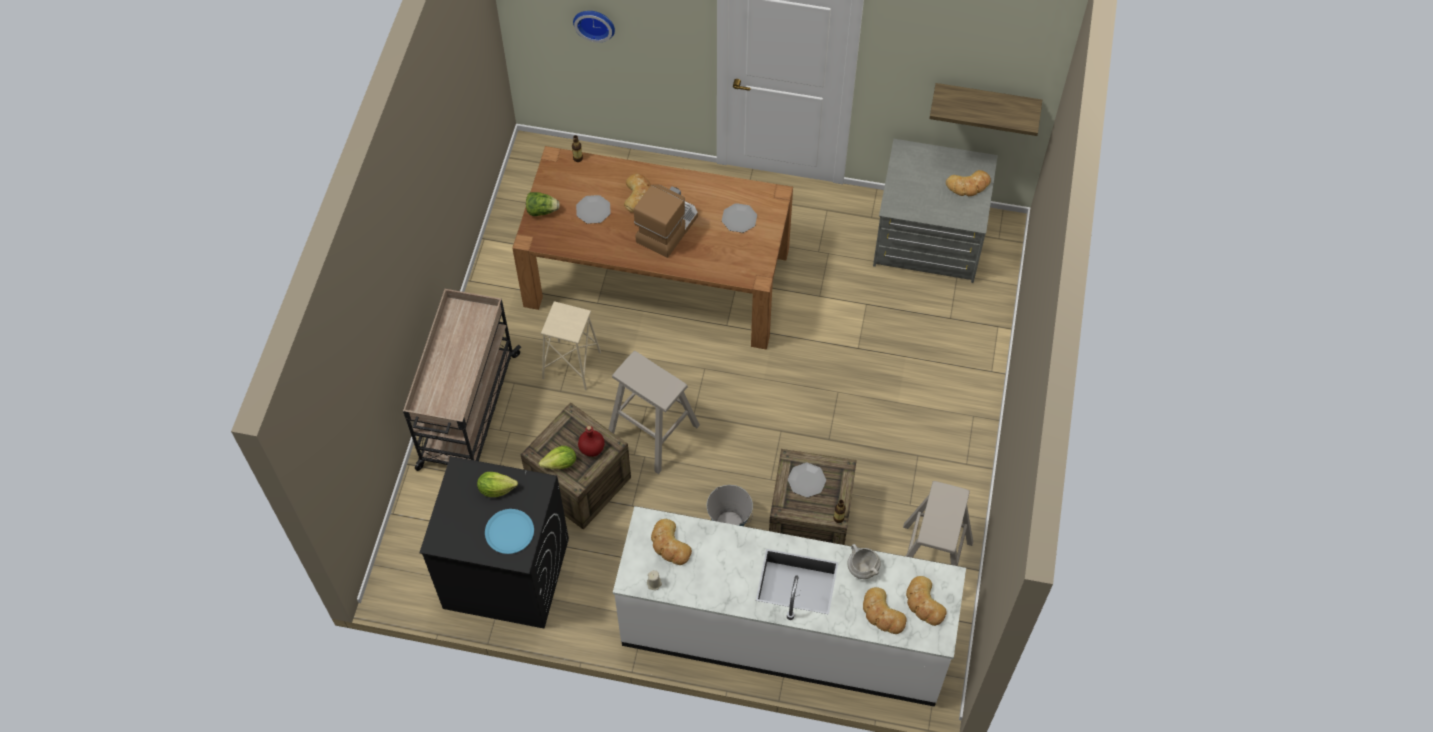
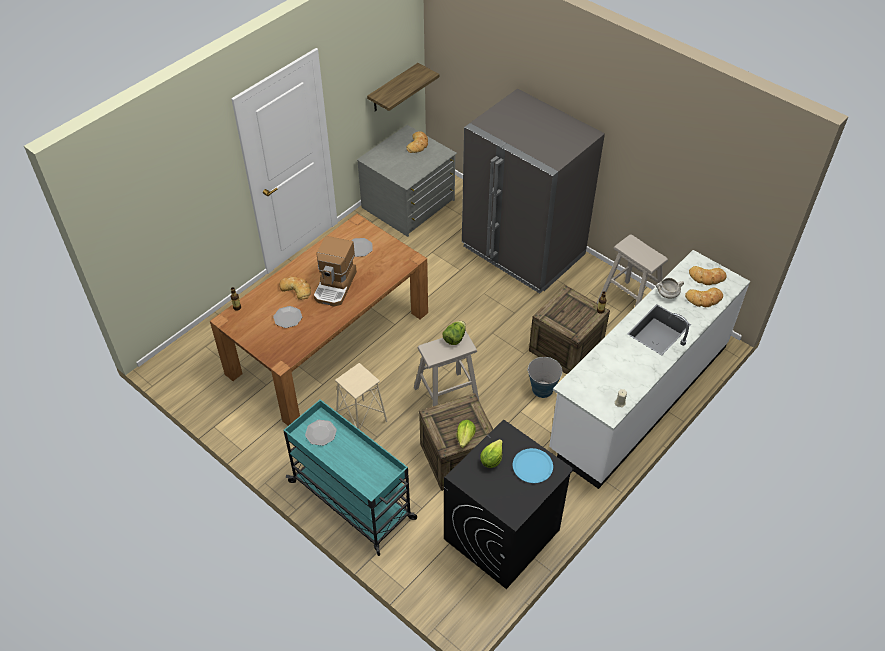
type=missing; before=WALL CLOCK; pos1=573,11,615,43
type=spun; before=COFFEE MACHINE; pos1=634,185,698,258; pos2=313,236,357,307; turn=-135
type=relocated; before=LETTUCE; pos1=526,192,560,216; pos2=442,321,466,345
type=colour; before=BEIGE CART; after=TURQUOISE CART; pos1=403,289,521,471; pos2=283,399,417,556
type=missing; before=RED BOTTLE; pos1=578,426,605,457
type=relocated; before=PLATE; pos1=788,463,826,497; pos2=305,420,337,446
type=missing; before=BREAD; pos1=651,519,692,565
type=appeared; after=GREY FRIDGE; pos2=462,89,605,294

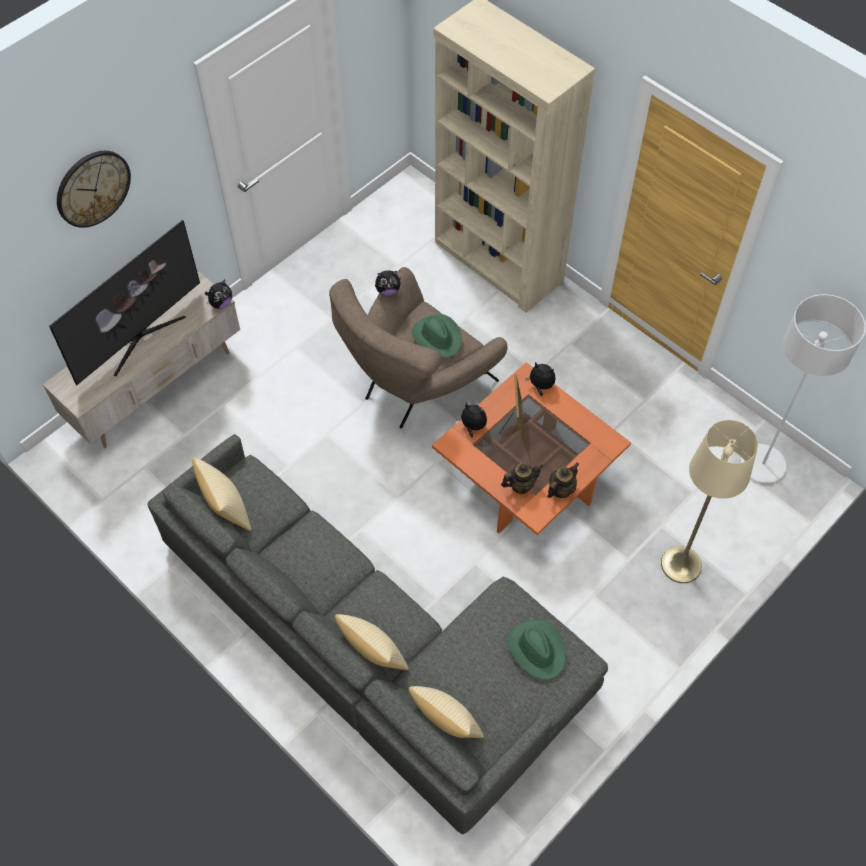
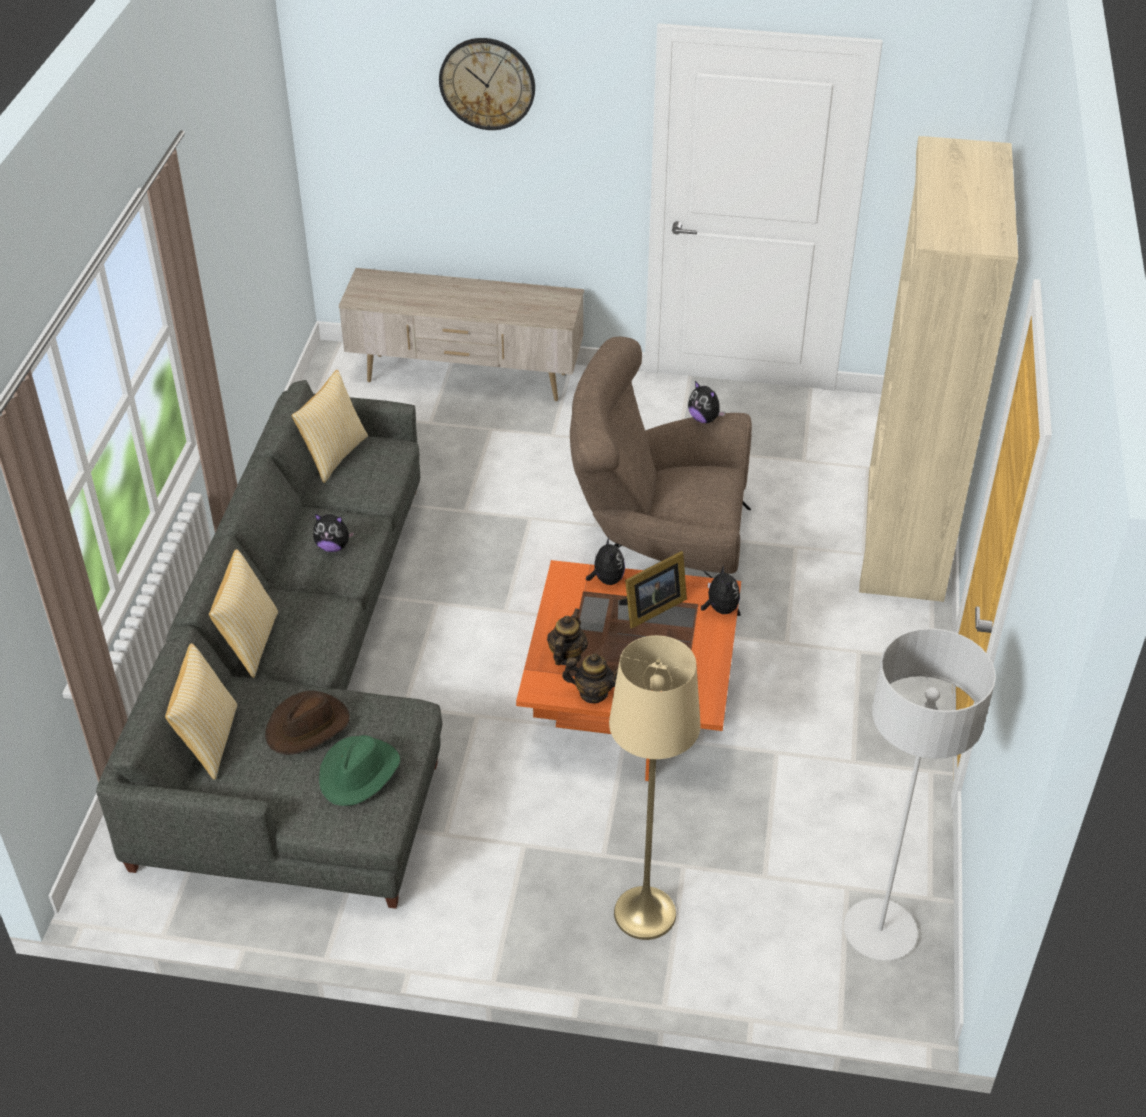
type=missing; before=TELEVISION; pos1=49,220,200,385
type=relocated; before=PLUSH TOY; pos1=205,279,232,309; pos2=313,514,355,552
type=missing; before=GREEN HAT; pos1=412,314,462,358
type=spun; before=TEAPOT; pos1=501,463,543,494; pos2=547,608,588,665; turn=-105
type=appeared; after=BROWN HAT; pos2=265,691,350,755

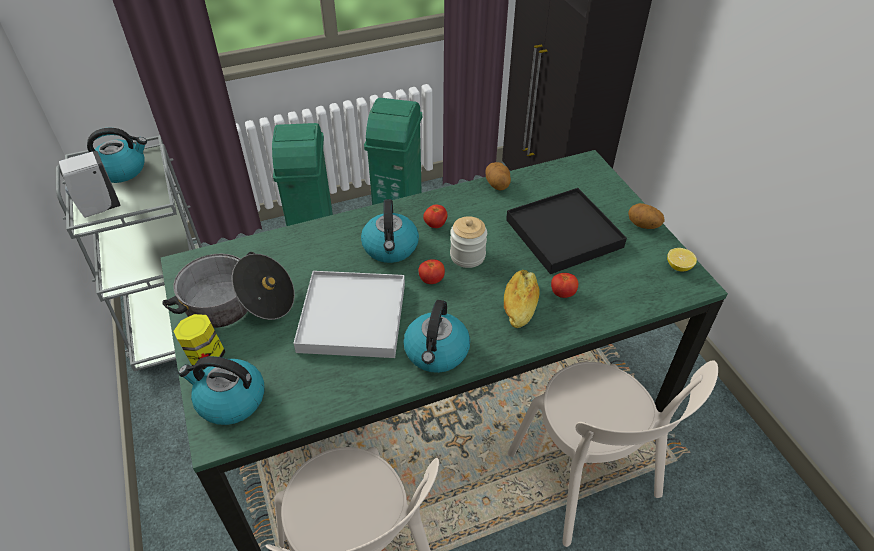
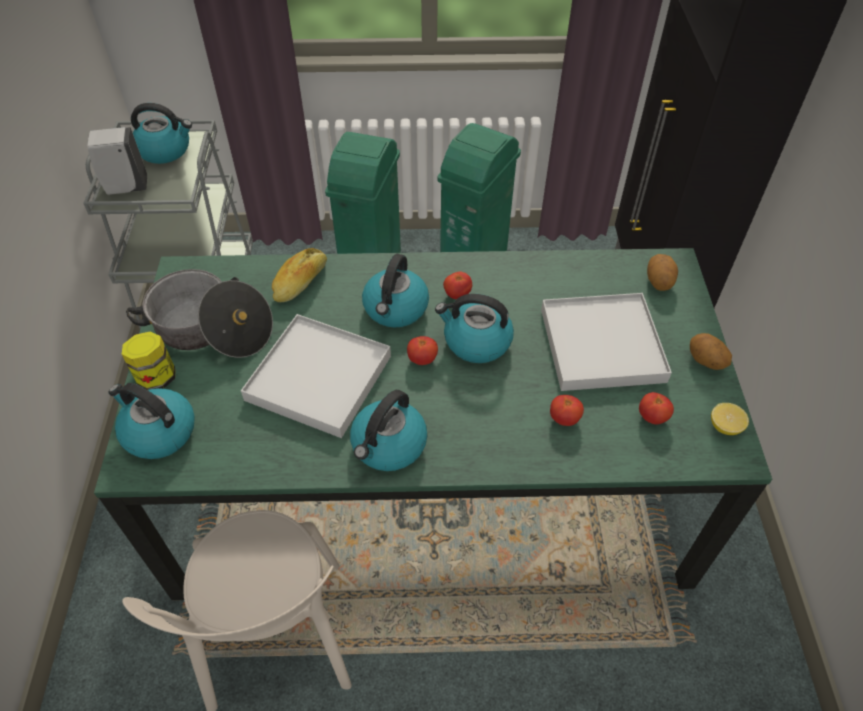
type=relocated; before=POTATO; pos1=486,162,511,191; pos2=647,254,678,291
type=colour; before=BLACK TRAY; after=WHITE TRAY; pos1=506,188,627,274; pos2=541,293,672,391
type=exchanged; before=JAR; after=KETTLE; pos1=450,216,487,268; pos2=435,294,514,363
type=relocated; before=BREAD; pos1=504,270,540,328; pos2=272,248,327,302
type=missing; before=BEIGE CHAIR; pos1=508,360,718,547
type=appeared; after=TOMATO; pos2=639,392,674,425

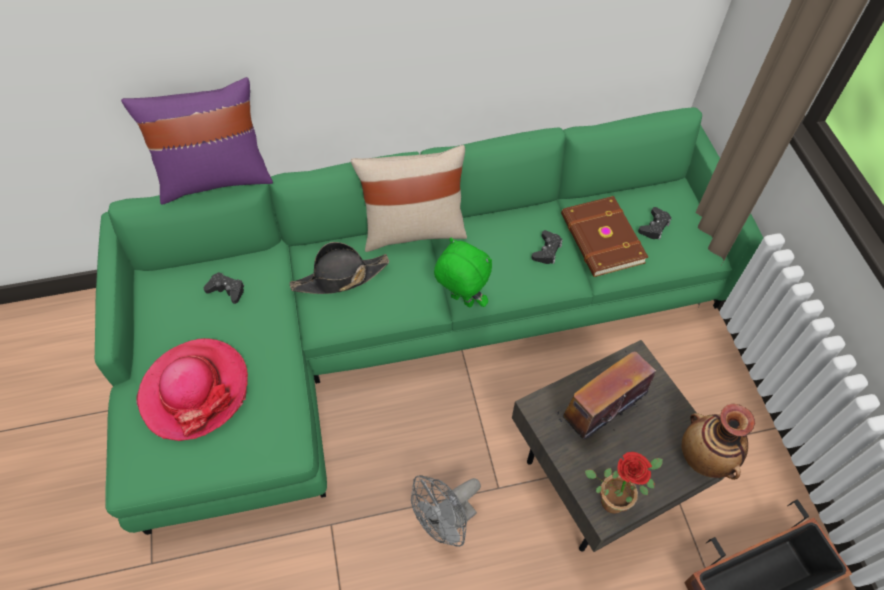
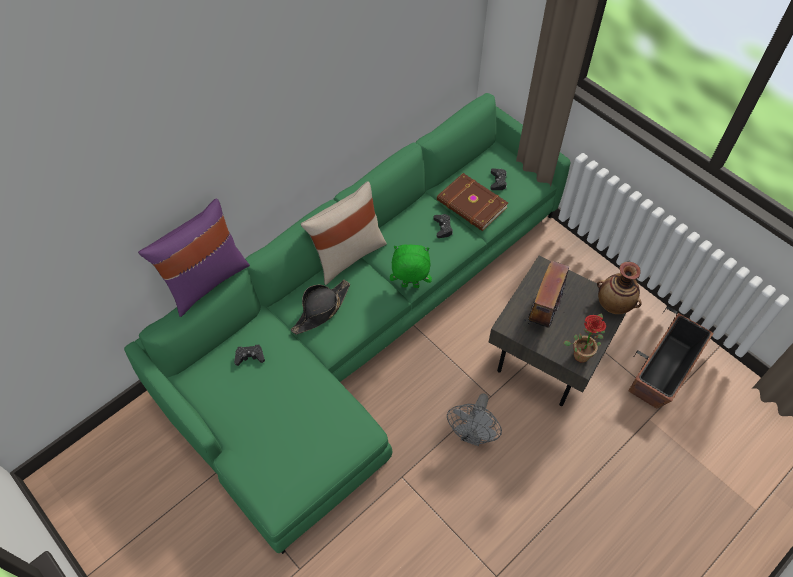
type=missing; before=HAT; pos1=136,338,248,441

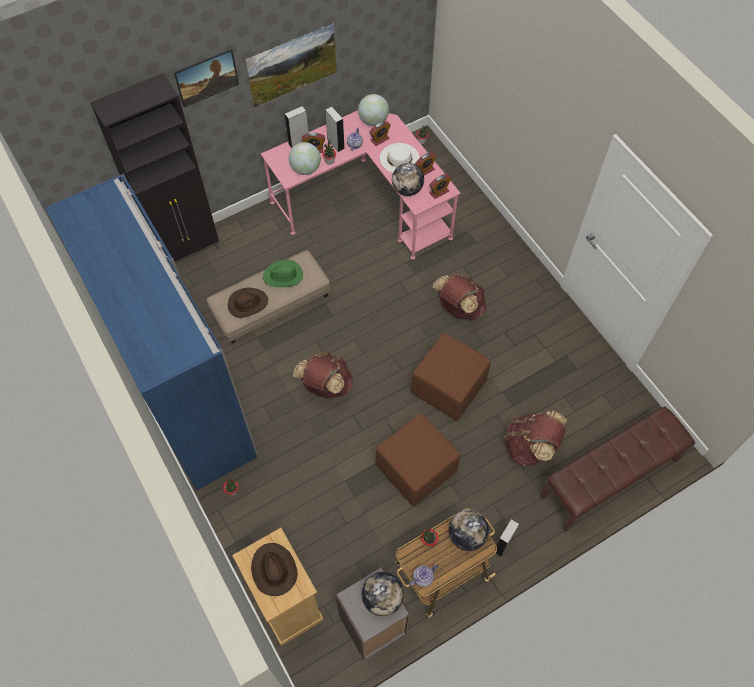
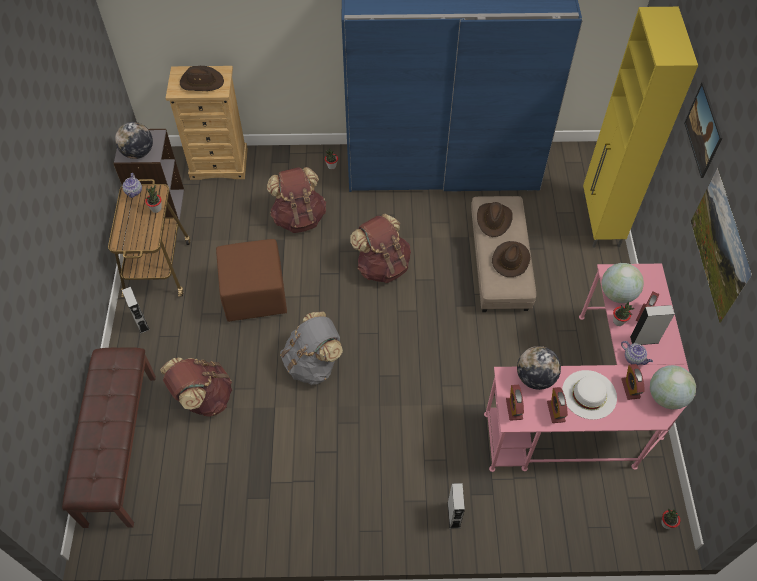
type=colour; before=BLACK CABINET; after=YELLOW CABINET; pos1=91,73,219,262; pos2=583,7,698,248
type=relocated; before=GREY SPEAKER; pos1=285,106,308,148; pos2=447,483,465,529
type=colour; before=GREEN HAT; after=BROWN HAT; pos1=263,260,303,287; pos2=492,241,530,277
type=relocated; before=BROWN BACKPACK; pos1=433,274,486,320; pos2=267,167,326,233
type=exchanged; before=BROWN OTTOMAN; after=GREY BACKPACK; pos1=411,333,491,421; pos2=280,311,343,385
type=missing; before=GLOBE; pos1=448,510,489,551

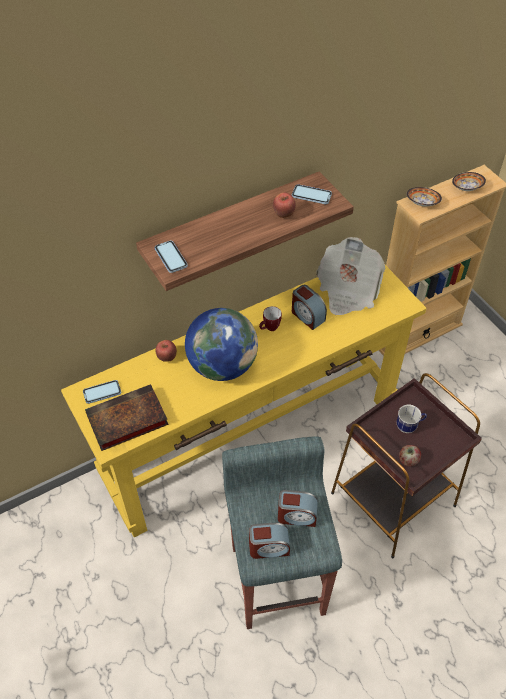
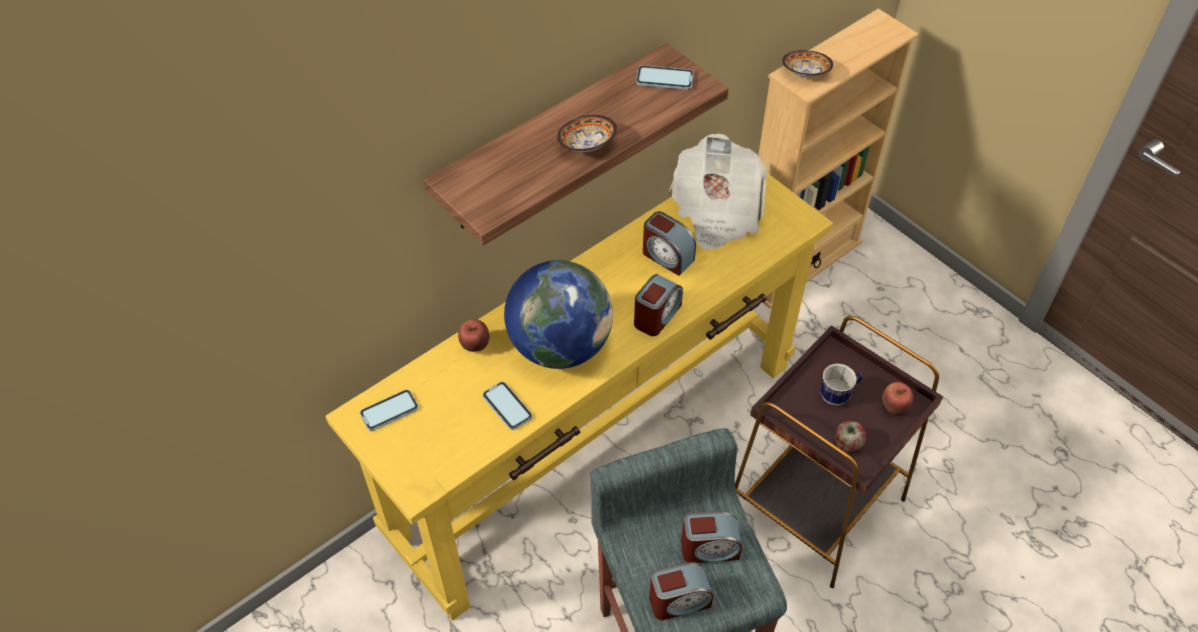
type=relocated; before=BOWL; pos1=452,172,486,191; pos2=557,115,617,152
type=relocated; before=APPLE; pos1=273,192,296,218; pos2=882,382,914,414
type=relocated; before=PHONE; pos1=155,241,188,273; pos2=483,382,533,430
type=missing; before=MUG; pos1=259,306,282,331
type=missing; before=BOOK; pos1=85,384,168,451
type=appeared; after=ALARM CLOCK; pos2=634,274,683,336

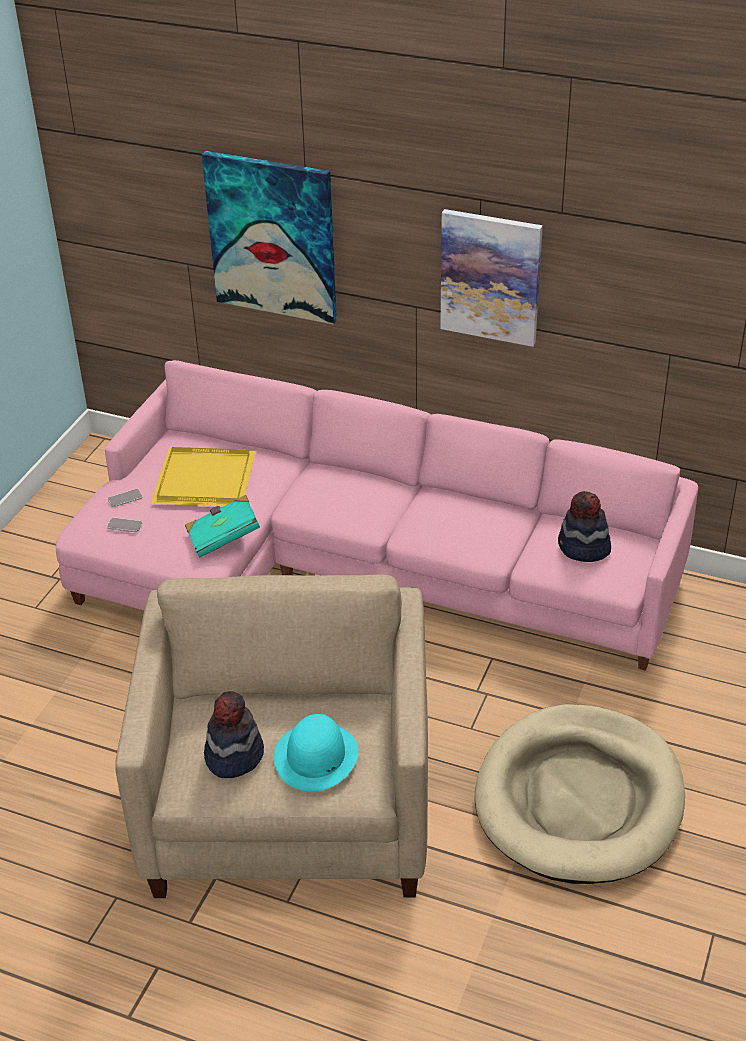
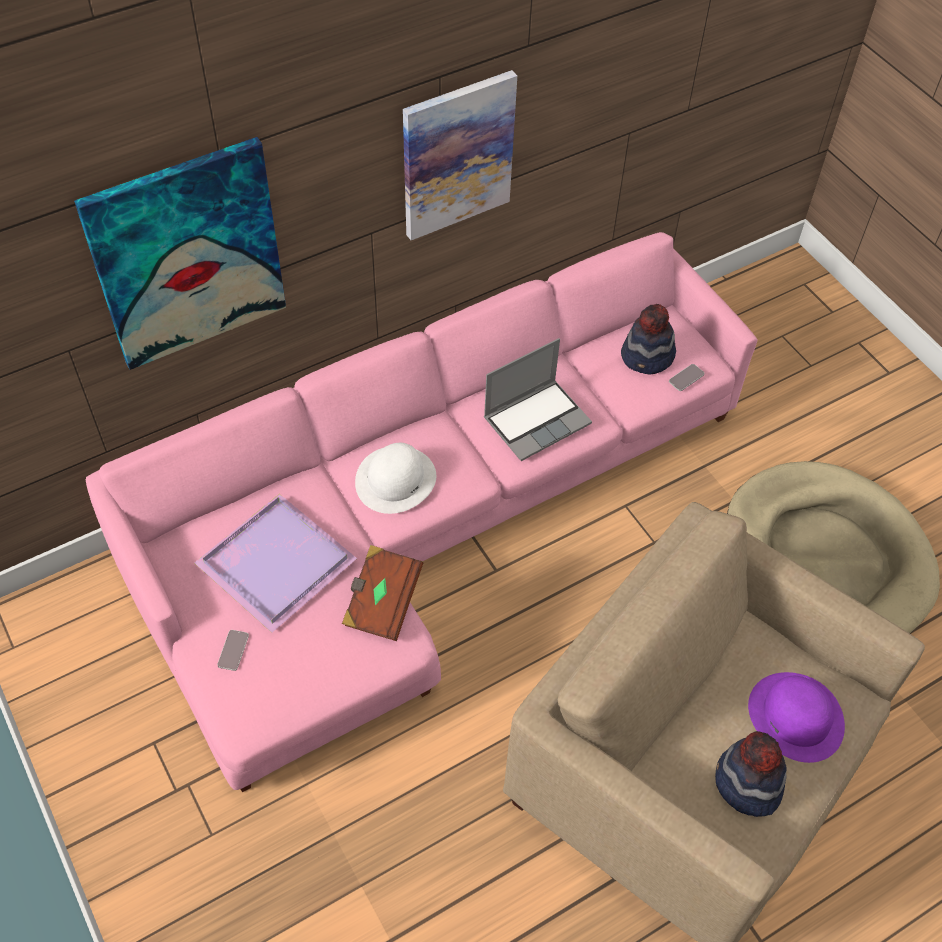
type=colour; before=YELLOW TRAY; after=PURPLE TRAY; pos1=151,447,256,506; pos2=195,494,357,633
type=colour; before=TURQUOISE BOOK; after=BROWN BOOK; pos1=185,495,260,558; pos2=342,545,423,641
type=relocated; before=PHONE; pos1=107,517,143,532; pos2=669,364,704,391
type=colour; before=TURQUOISE HAT; after=PURPLE HAT; pos1=274,714,358,791; pos2=748,672,845,763
type=appeared; after=LAPTOP; pos2=484,338,592,461
type=appeared; after=WHITE HAT; pos2=355,443,436,514

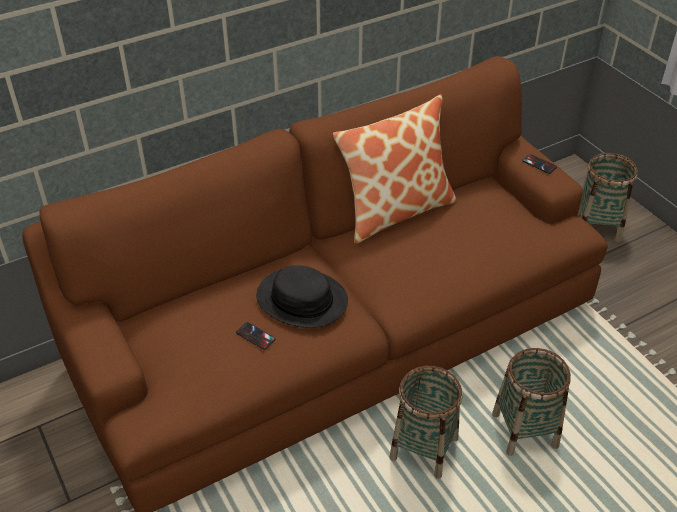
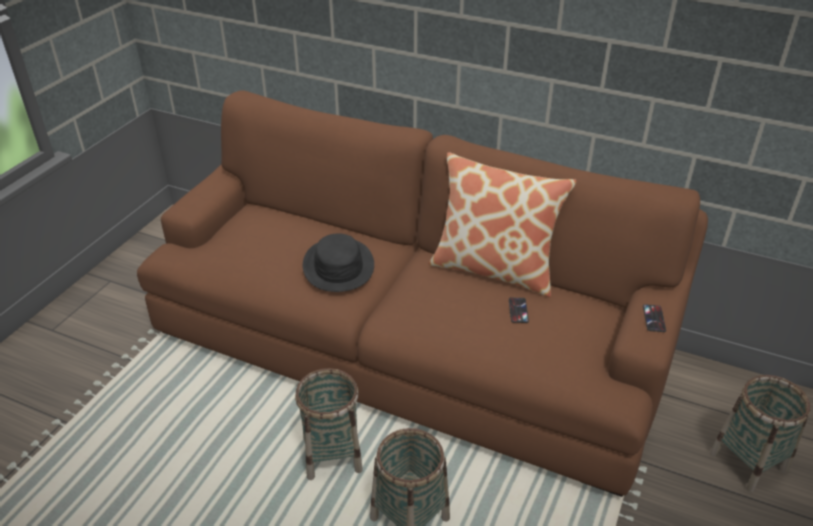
type=relocated; before=PHONE; pos1=236,322,275,350; pos2=509,298,529,323

